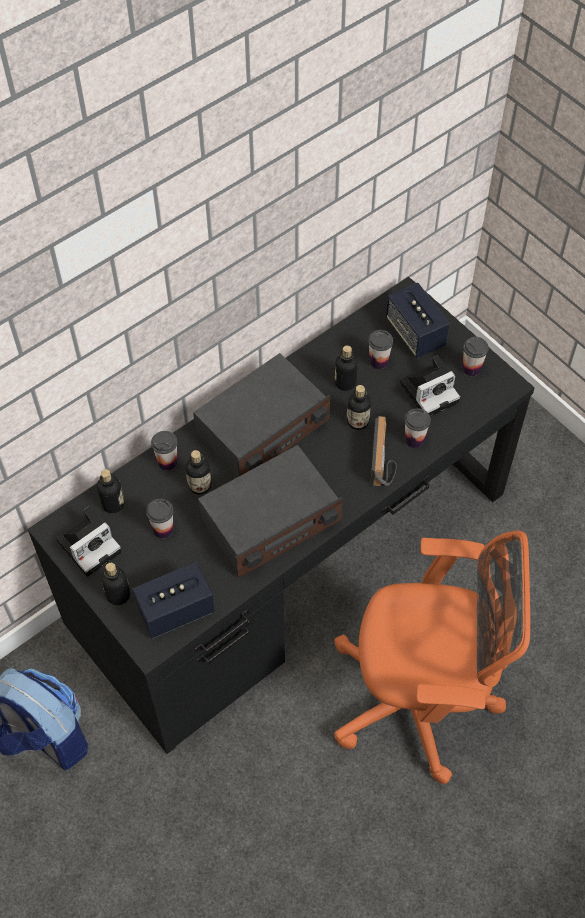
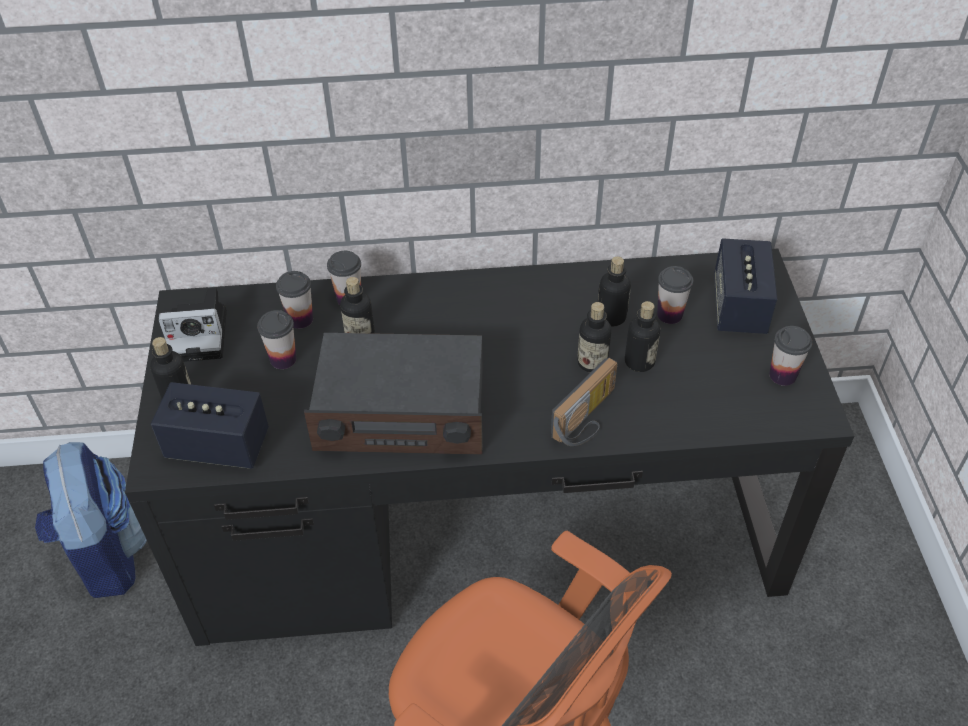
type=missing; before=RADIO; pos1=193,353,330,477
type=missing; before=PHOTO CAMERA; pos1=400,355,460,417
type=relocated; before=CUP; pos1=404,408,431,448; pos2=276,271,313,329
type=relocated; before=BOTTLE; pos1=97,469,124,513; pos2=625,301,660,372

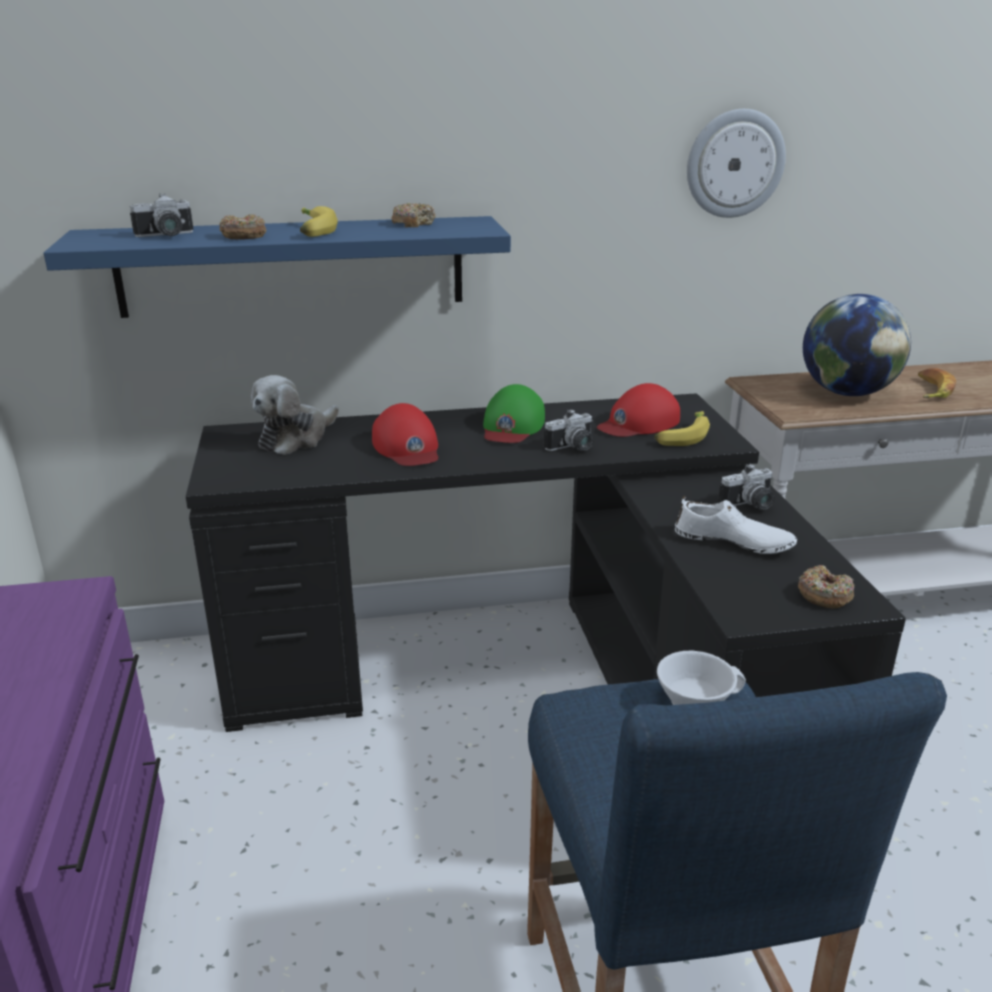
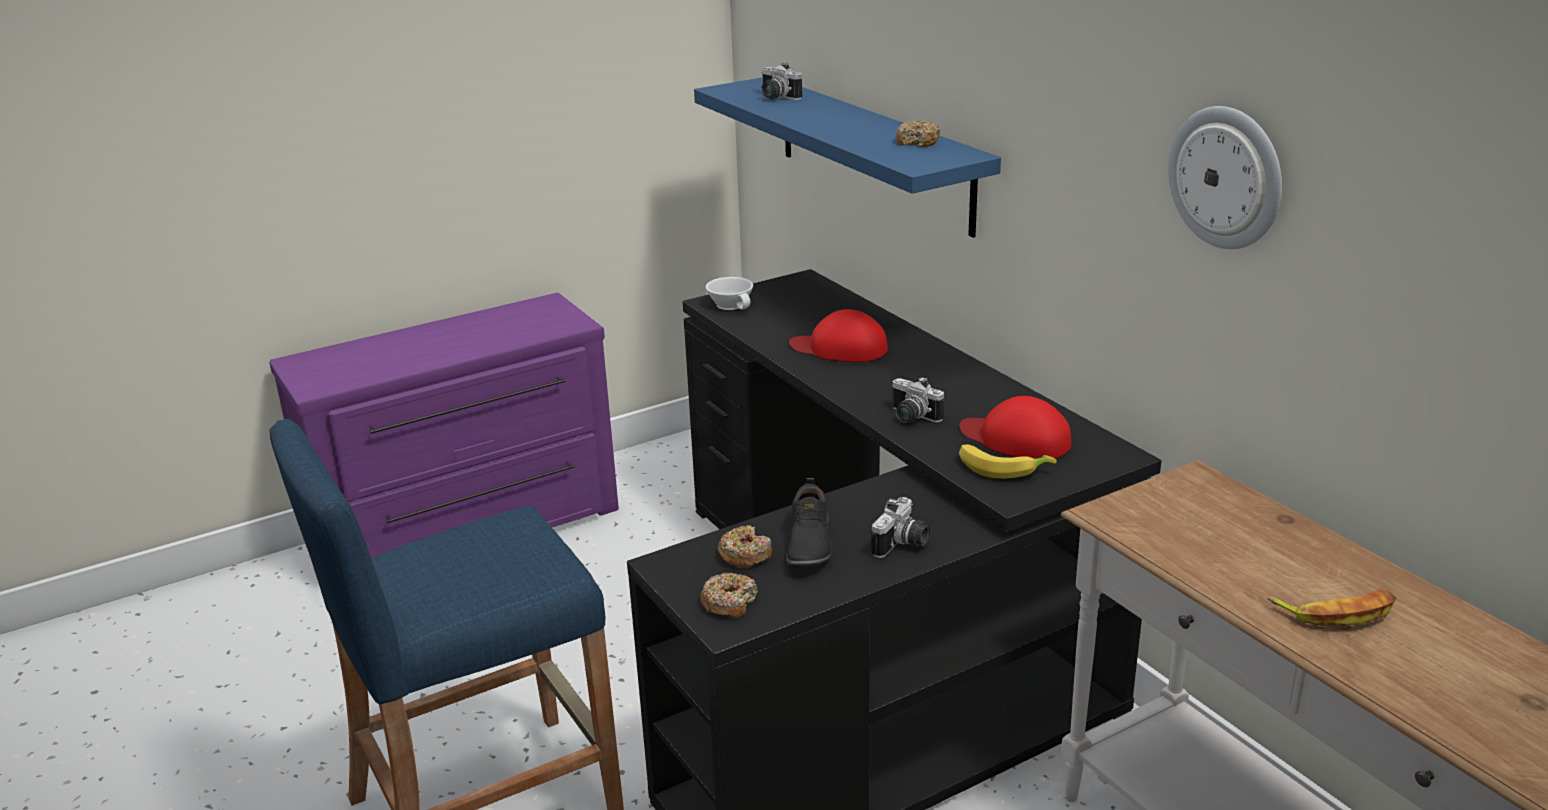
type=missing; before=BANANA; pos1=300,206,338,237
type=relocated; before=DONUT; pos1=219,214,267,240; pos2=718,525,772,568
type=missing; before=GLOBE; pos1=803,294,911,396
type=missing; before=PLUSH TOY; pos1=251,375,339,455
type=missing; before=GREEN CAP; pos1=483,384,545,443
type=spun; before=RED CAP; pos1=372,403,438,466; pos2=789,309,888,362; turn=60
type=spun; before=PHOTO CAMERA; pos1=718,464,775,510; pos2=870,497,930,558; turn=-105
type=colour; before=WHITE SHOE; after=BLACK SHOE; pos1=675,495,797,554; pos2=786,478,832,567
type=relocated; before=WHITE CUP; pos1=657,651,746,705; pos2=706,277,753,310

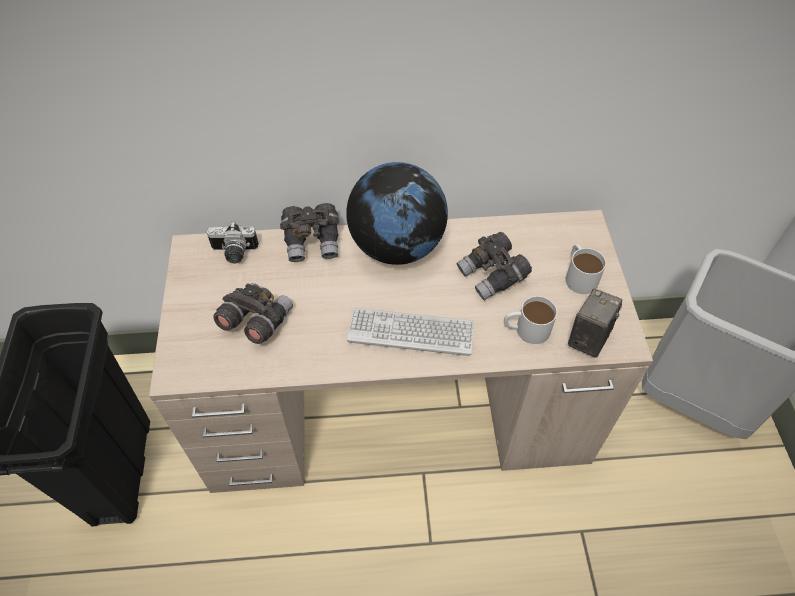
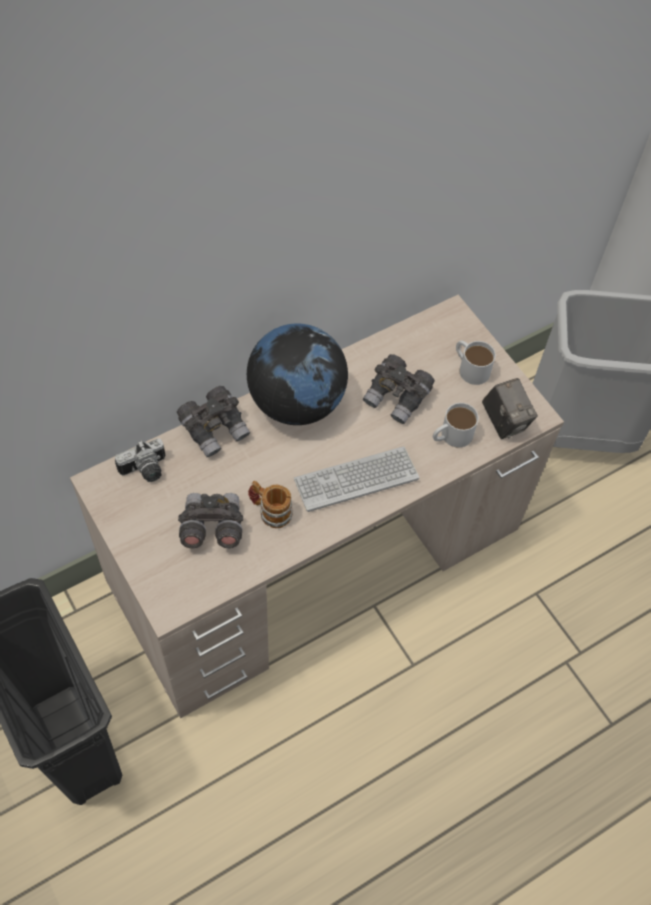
type=spun; before=PHOTO CAMERA; pos1=568,289,622,358; pos2=482,378,538,439; turn=150
type=appeared; after=MUG; pos2=248,481,293,528

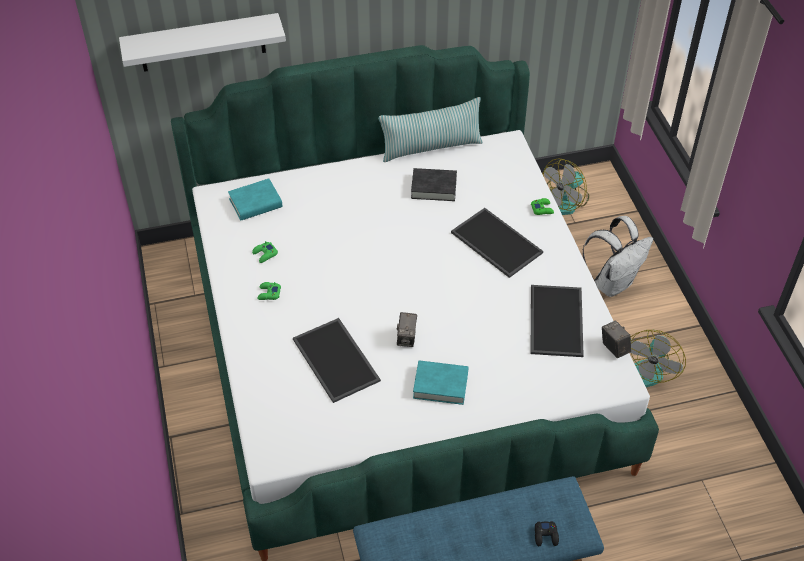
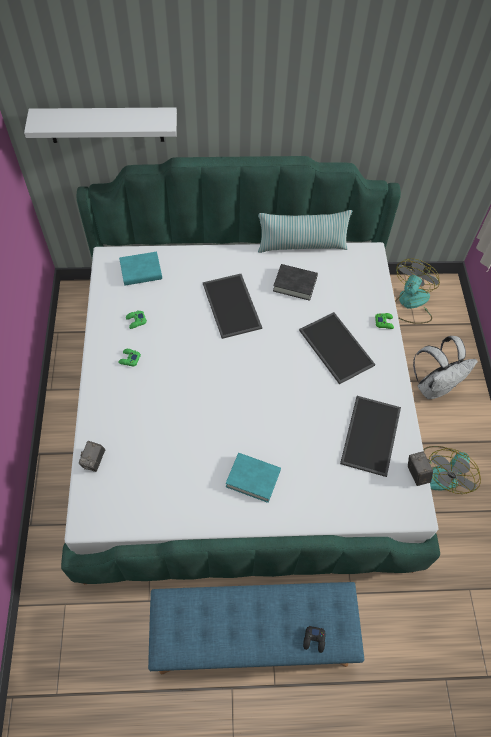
type=spun; before=FAN; pos1=543,159,589,215; pos2=395,258,440,324; turn=150
type=relocated; before=PHOTO CAMERA; pos1=397,312,417,347; pos2=79,441,105,472
type=relocated; before=TRAY; pos1=293,318,381,403; pos2=203,274,262,339

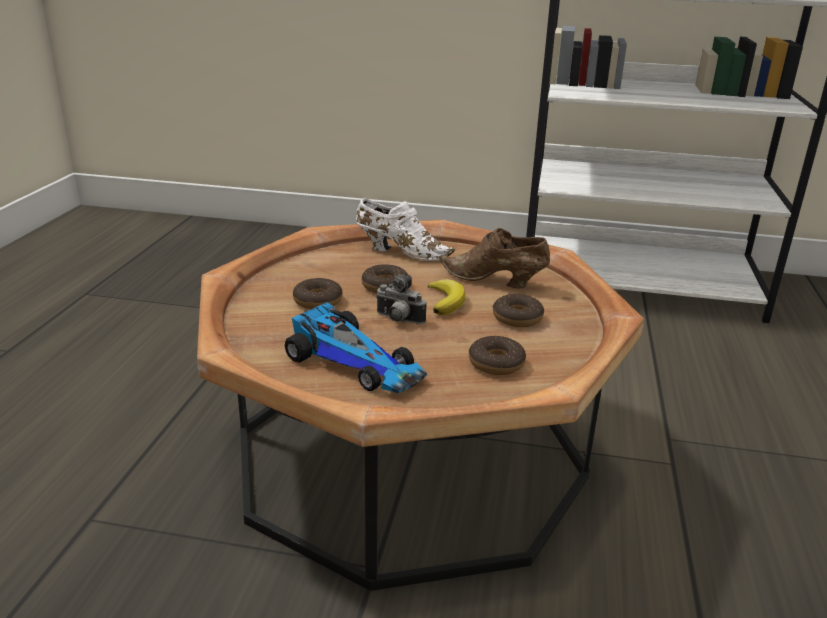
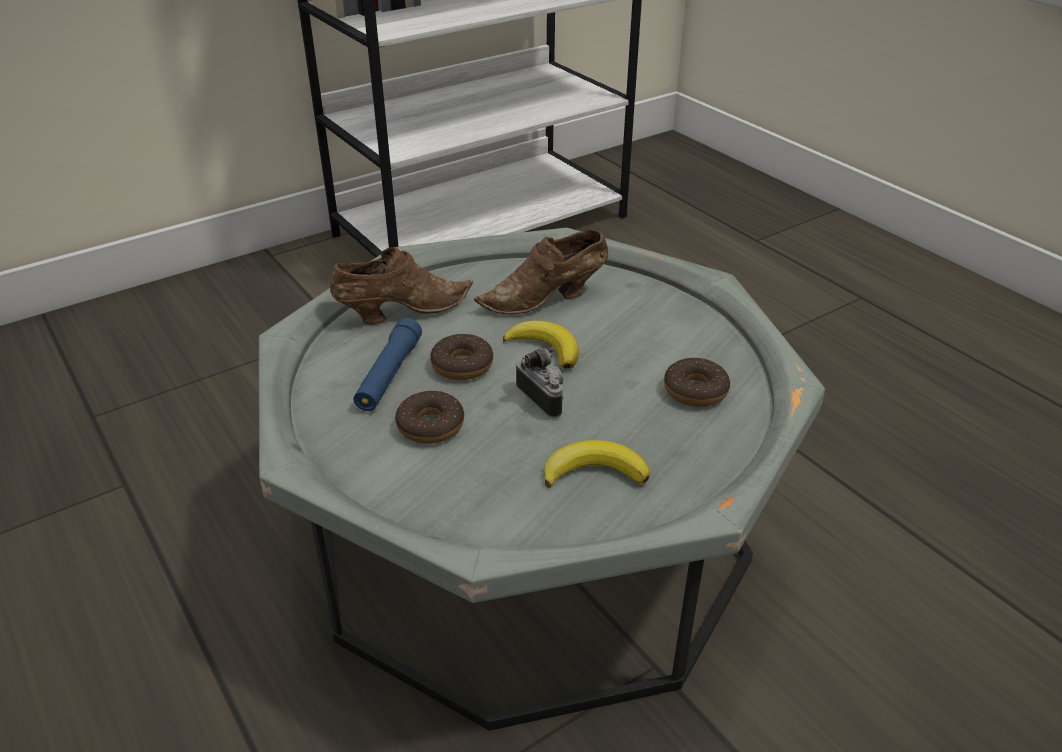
type=colour; before=WHITE SHOE; after=BROWN SHOE; pos1=356,199,455,261; pos2=330,247,473,325
type=colour; before=BROWN COFFEE TABLE; after=GREY COFFEE TABLE; pos1=197,220,644,591; pos2=259,228,825,731
type=spun; before=PHOTO CAMERA; pos1=375,274,426,324; pos2=516,347,564,418; turn=-105
type=missing; before=DONUT; pos1=493,294,544,327
type=exchanged; before=TOY CAR; after=BANANA; pos1=285,302,427,393; pos2=545,440,650,488
type=appeared; after=BLUE FLASHLIGHT; pos2=353,318,422,411

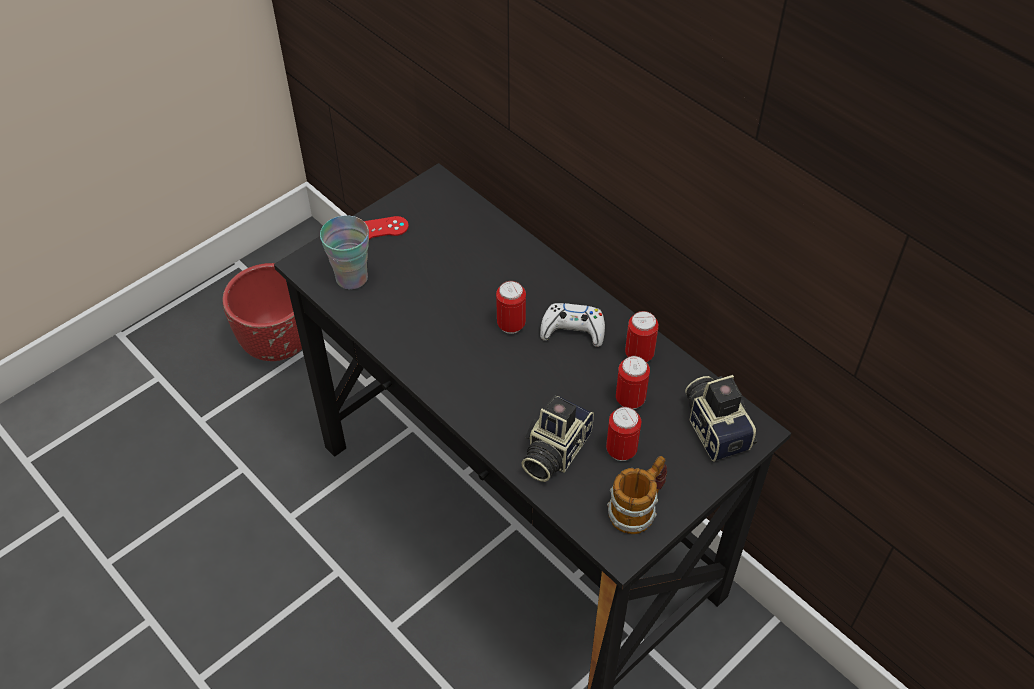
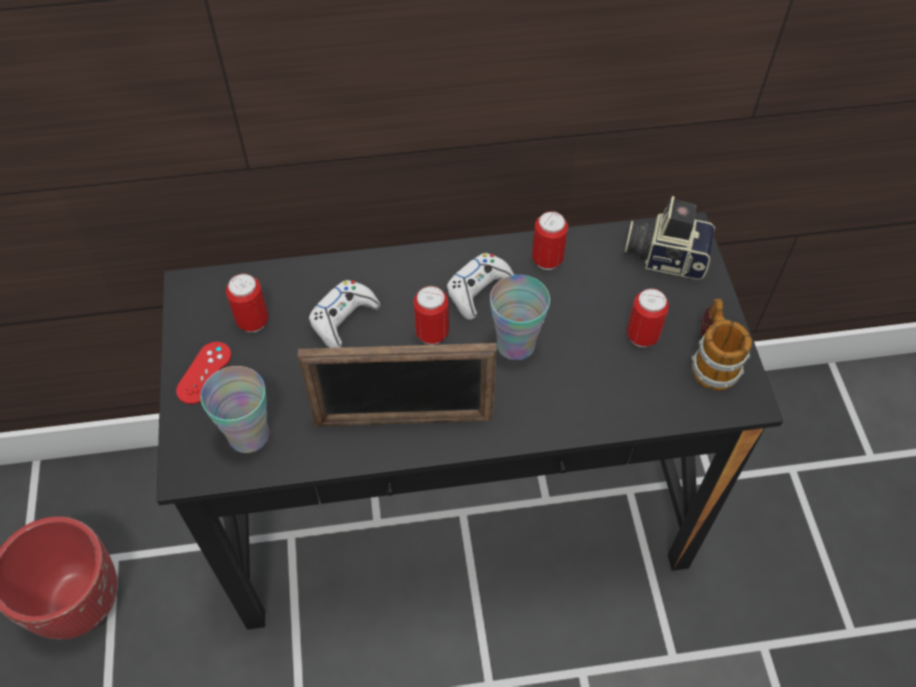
type=relocated; before=CAN; pos1=616,356,650,409; pos2=226,274,269,332
type=missing; before=PHOTO CAMERA; pos1=521,396,594,482
type=appeared; after=CUP; pos2=490,275,550,360
type=appeared; after=WHITE GAME CONTROLLER; pos2=308,280,380,348
type=appeared; after=PICTURE FRAME; pos2=298,343,497,426

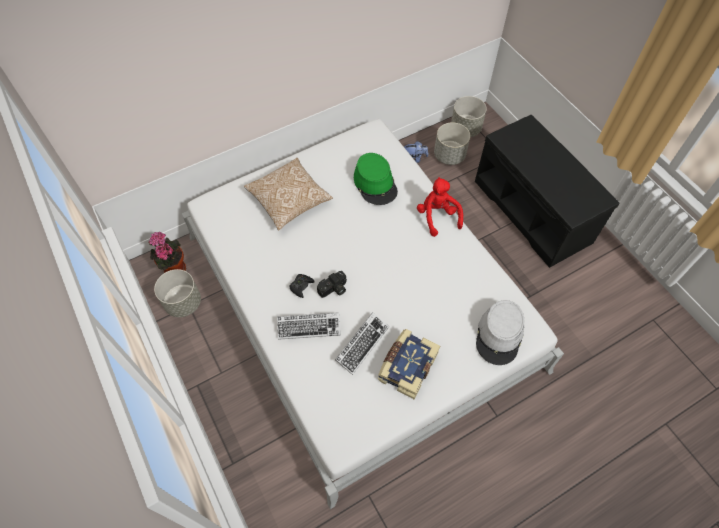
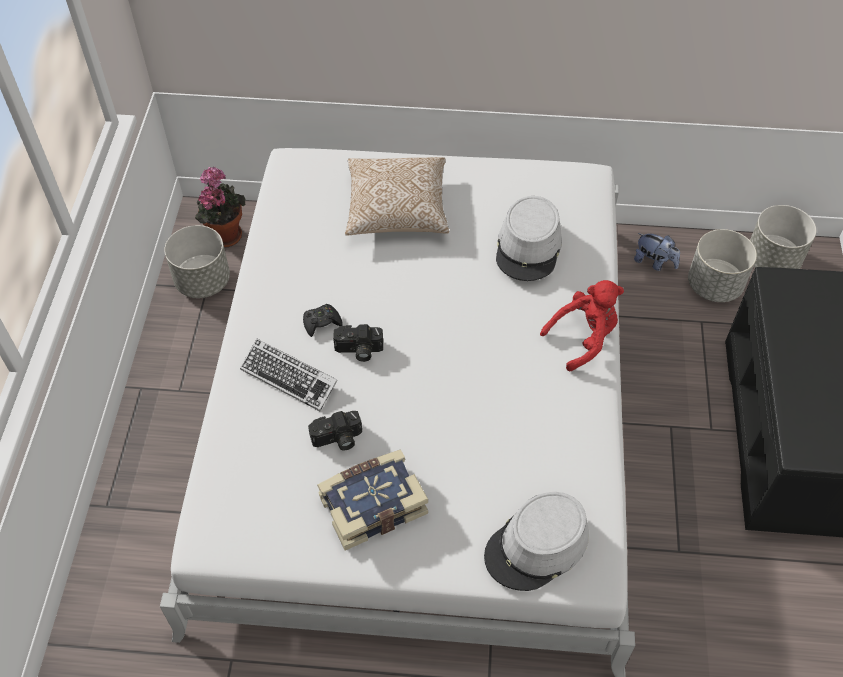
type=colour; before=GREEN HAT; after=GREY HAT; pos1=354,153,398,205; pos2=496,196,562,281
type=spun; before=RED PLUSH TOY; pos1=417,177,463,237; pos2=540,280,624,371; turn=45
type=exchanged; before=KEYBOARD; after=PHOTO CAMERA; pos1=335,312,389,375; pos2=308,411,362,451

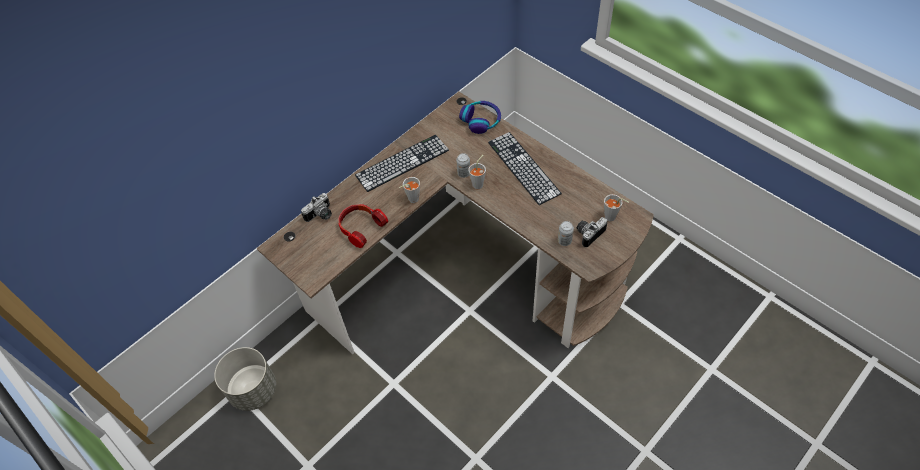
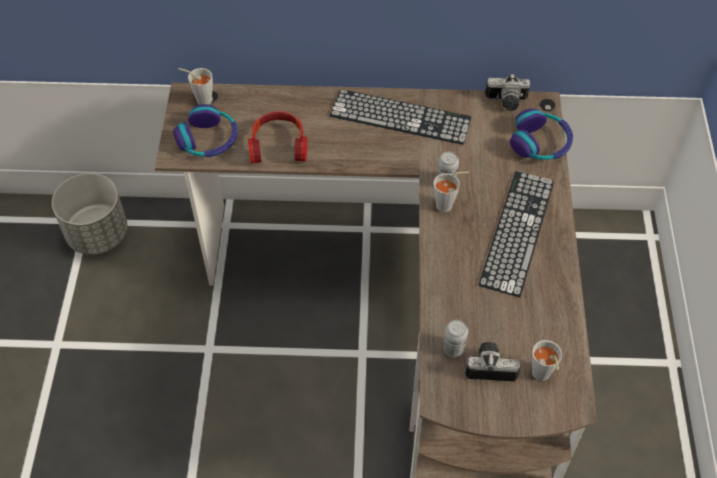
type=relocated; before=GREY CUP; pos1=399,177,420,203; pos2=178,68,213,105
type=relocated; before=PHOTO CAMERA; pos1=301,193,332,222; pos2=485,74,530,111
type=appeared; after=HEADPHONES; pos2=173,104,238,157

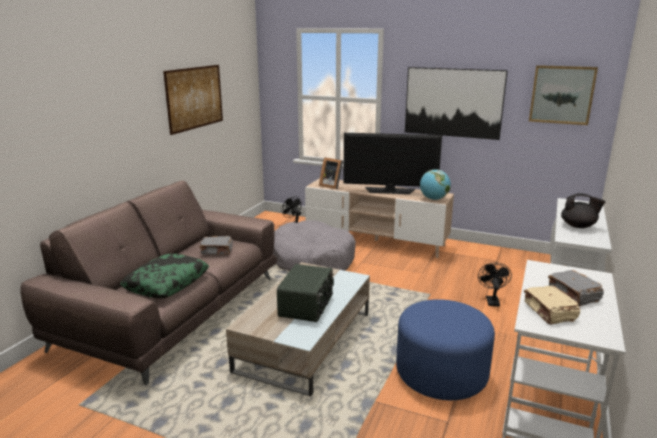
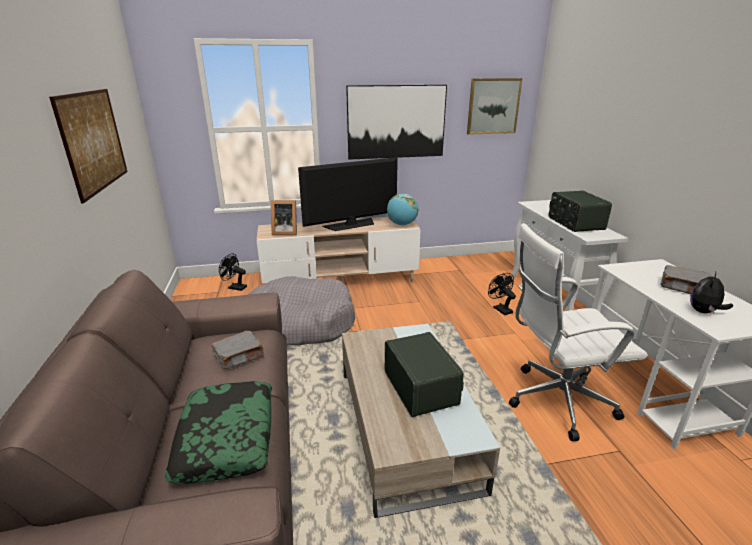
type=exchanged; before=BLACK TEAPOT; after=RADIO; pos1=561,193,606,228; pos2=548,191,612,232
type=exchanged; before=BEIGE BOOK; after=PLUSH TOY; pos1=524,286,581,324; pos2=690,272,733,313
type=exchanged; before=BLUE OTTOMAN; after=WHITE OFFICE CHAIR; pos1=396,299,495,400; pos2=509,223,647,442

